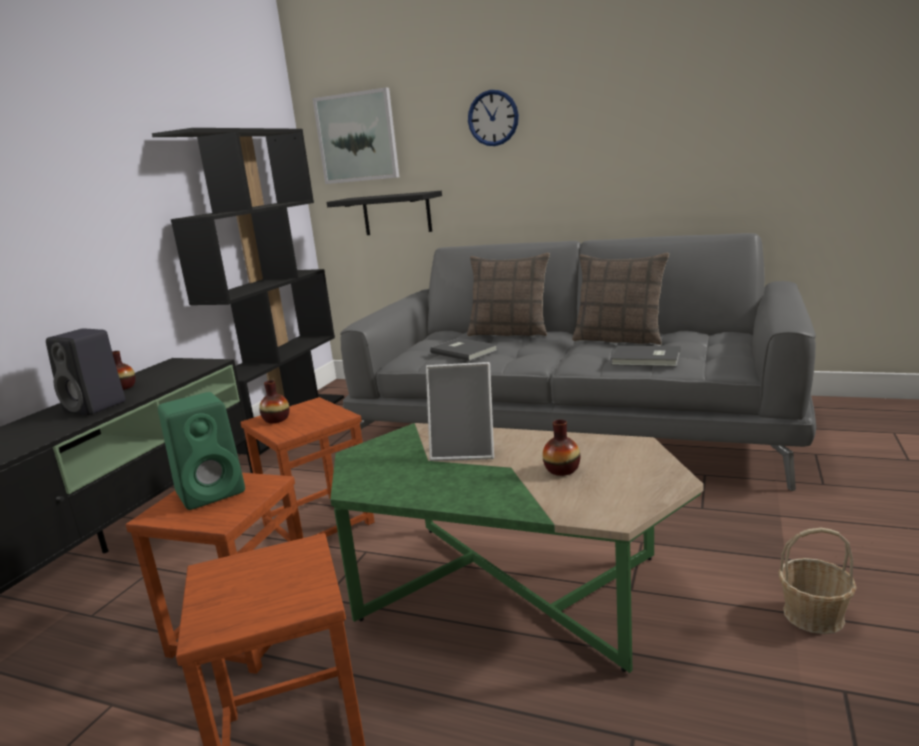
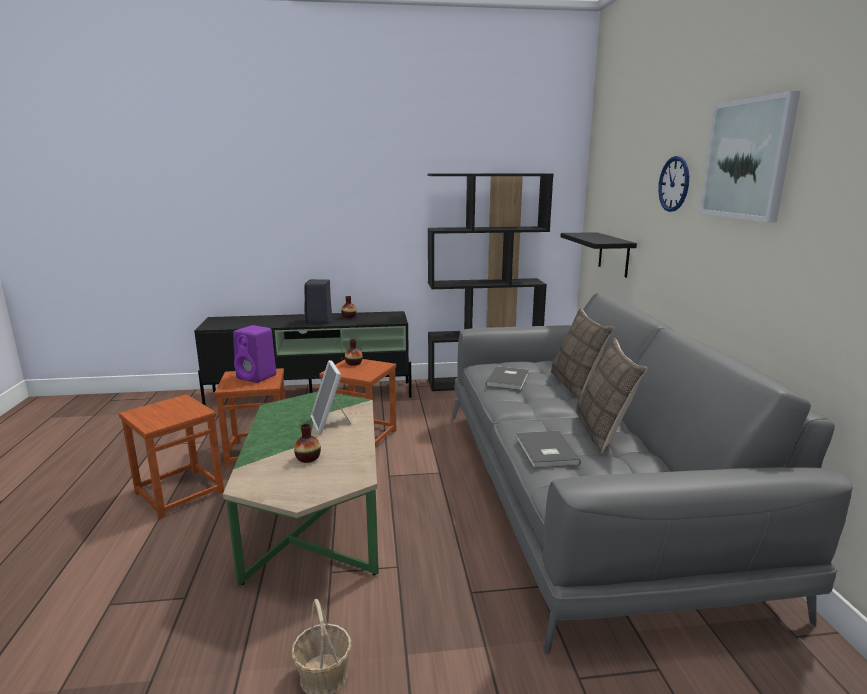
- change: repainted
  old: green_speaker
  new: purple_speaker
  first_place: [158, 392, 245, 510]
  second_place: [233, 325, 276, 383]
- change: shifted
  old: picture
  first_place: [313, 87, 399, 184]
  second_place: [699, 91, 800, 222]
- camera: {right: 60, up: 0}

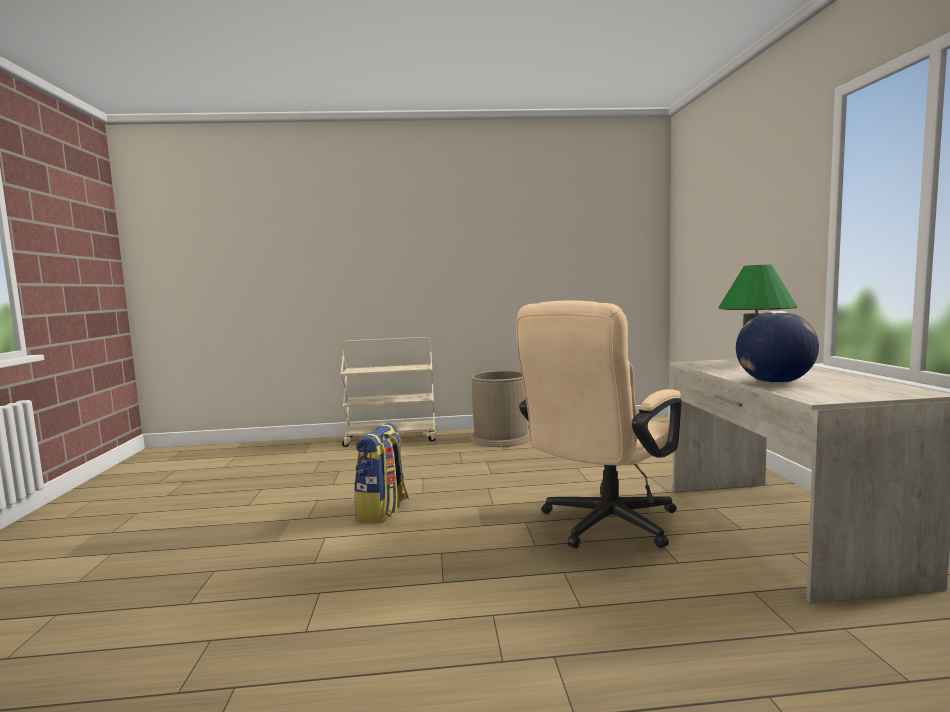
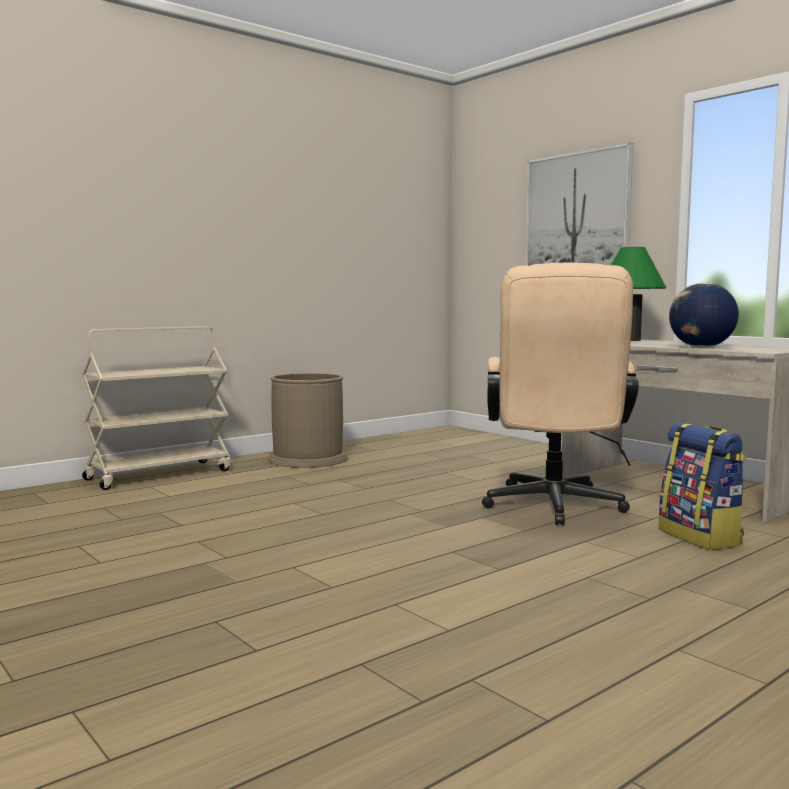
- change: new
  new: picture
  second_place: [525, 143, 633, 266]
- change: shifted
  old: backpack
  first_place: [354, 423, 409, 523]
  second_place: [658, 422, 746, 550]
- camera: {right: -35, up: 0}

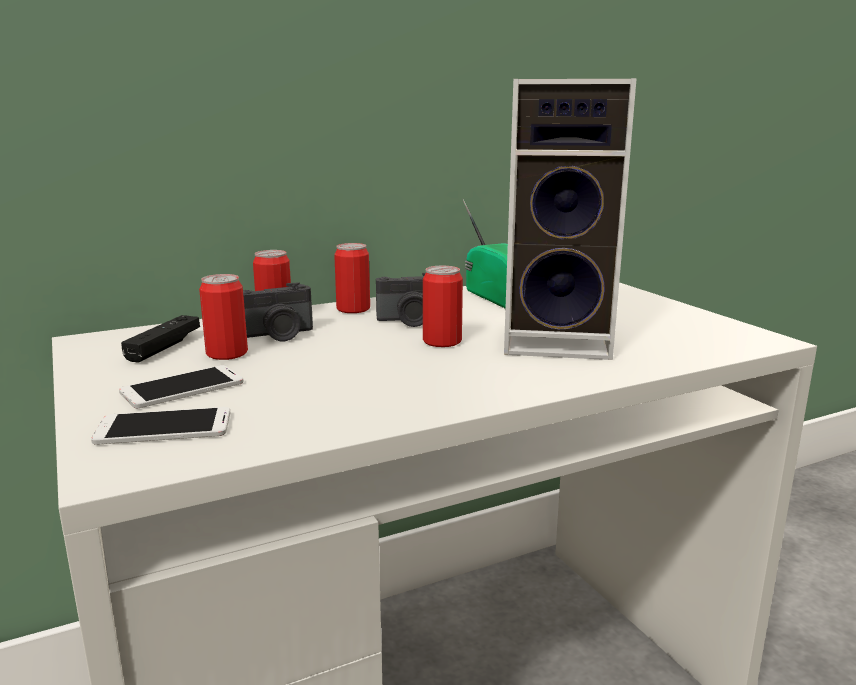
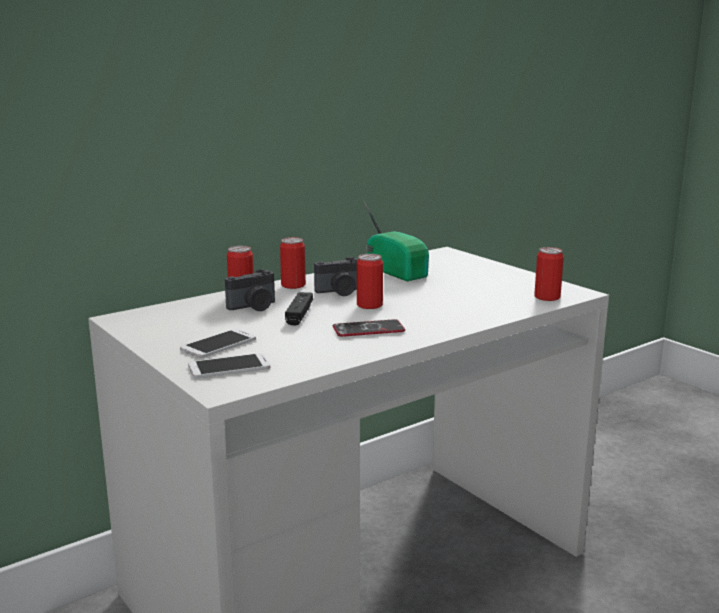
- change: shifted
  old: black_game_controller
  first_place: [121, 315, 200, 363]
  second_place: [285, 292, 313, 325]
- change: new
  new: phone
  second_place: [333, 319, 405, 337]
- change: shifted
  old: can
  first_place: [199, 274, 248, 360]
  second_place: [534, 247, 564, 301]
- change: gone
  old: speaker
  first_place: [504, 78, 637, 360]
- camera: {right: -10, up: 0}

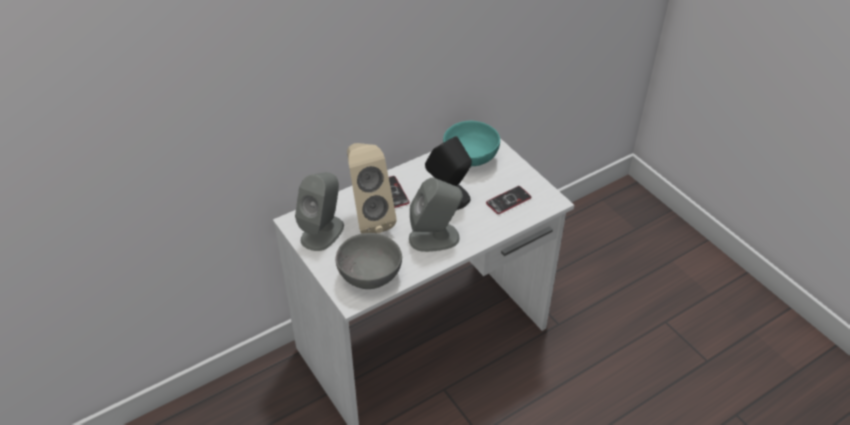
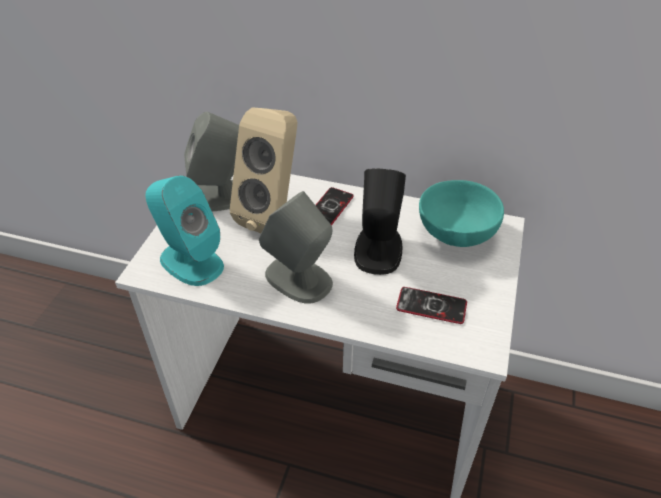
- change: swapped
  old: grey_bowl
  new: turquoise_speaker
  first_place: [335, 233, 402, 289]
  second_place: [145, 176, 224, 286]
- camera: {right: 50, up: 0}

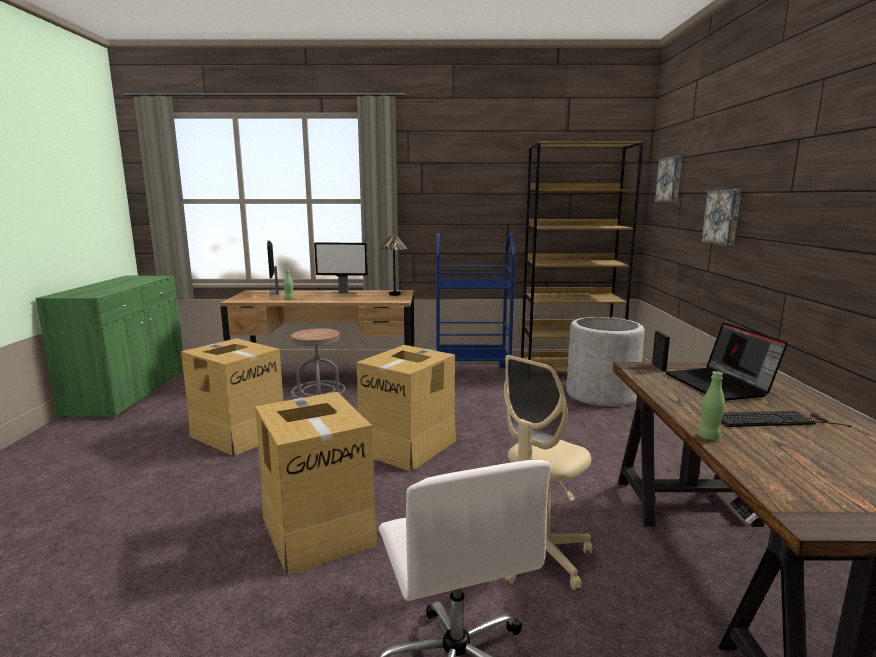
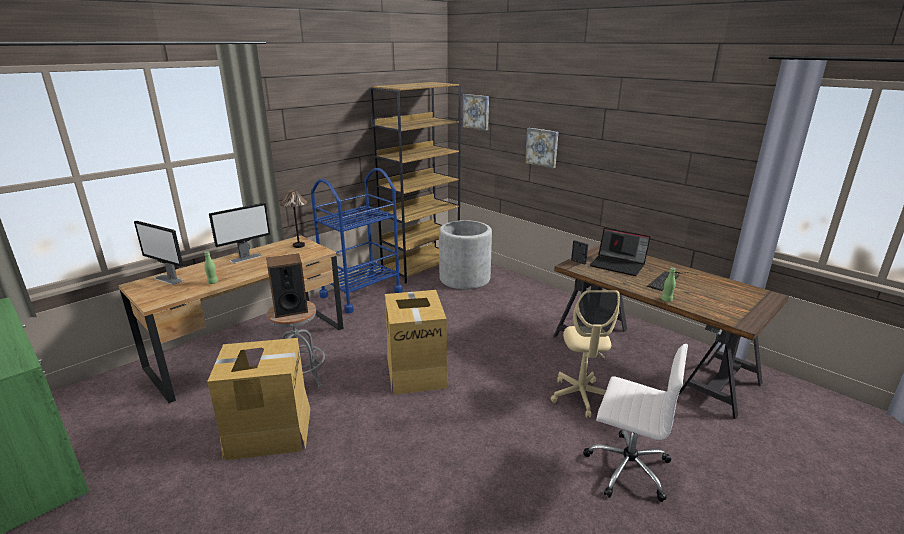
- change: new
  new: speaker
  second_place: [266, 254, 308, 318]
- change: gone
  old: cardboard_box
  first_place: [255, 392, 378, 575]
- camera: {right: -45, up: 10}

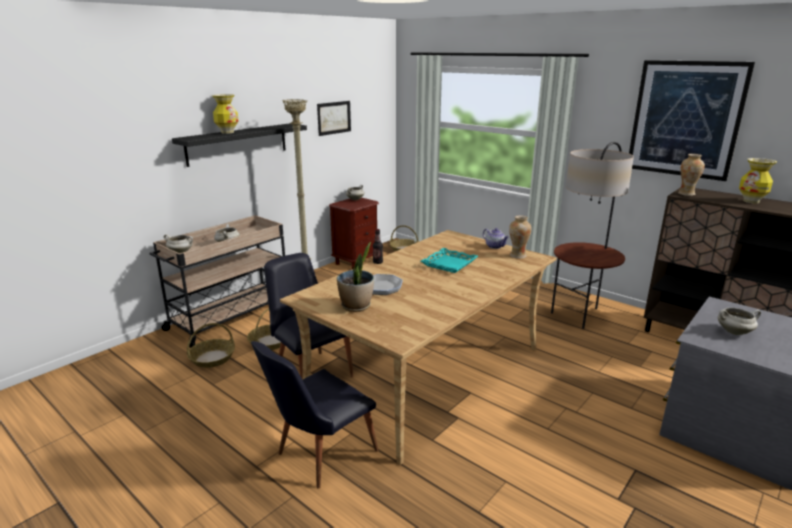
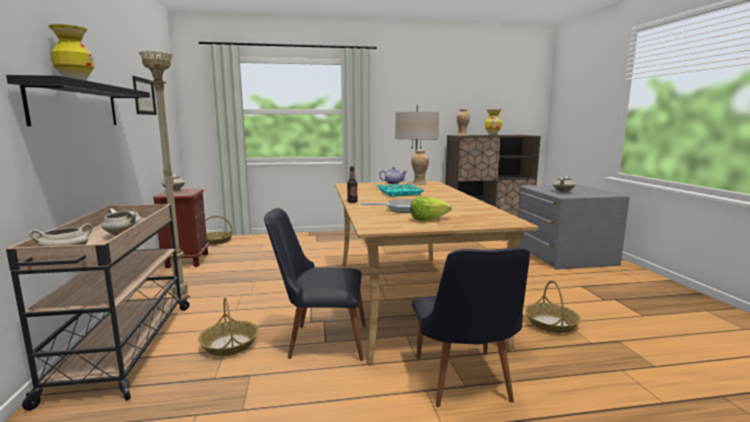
- change: swapped
  old: potted_plant
  new: lettuce
  first_place: [337, 242, 374, 312]
  second_place: [410, 197, 452, 221]
- change: shifted
  old: basket
  first_place: [187, 323, 235, 368]
  second_place: [525, 280, 581, 333]
- change: gone
  old: picture
  first_place: [629, 60, 755, 181]
- camera: {right: -50, up: -10}

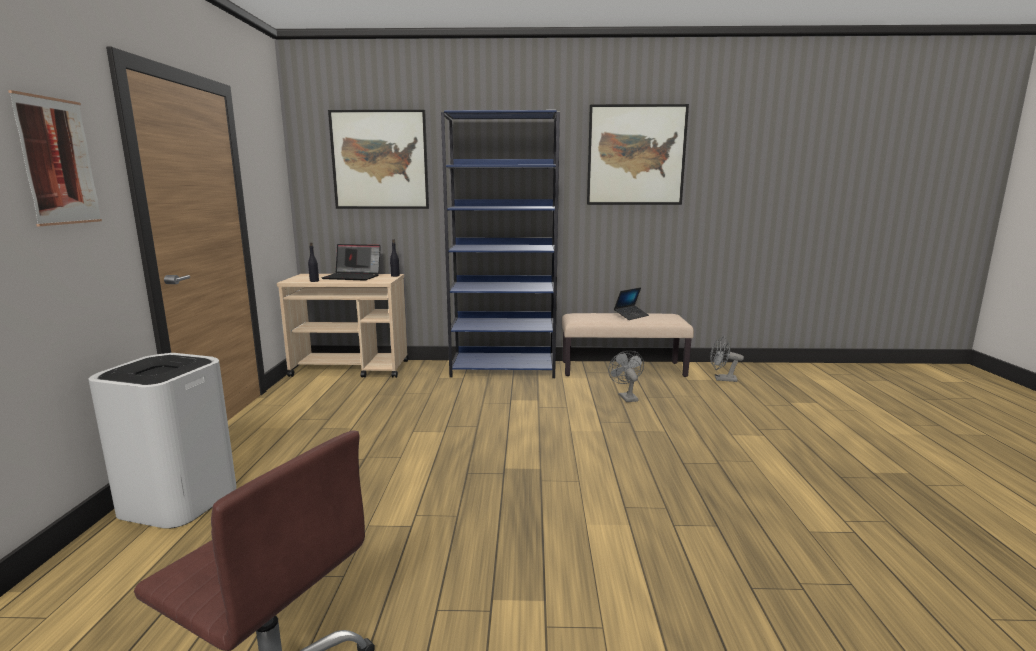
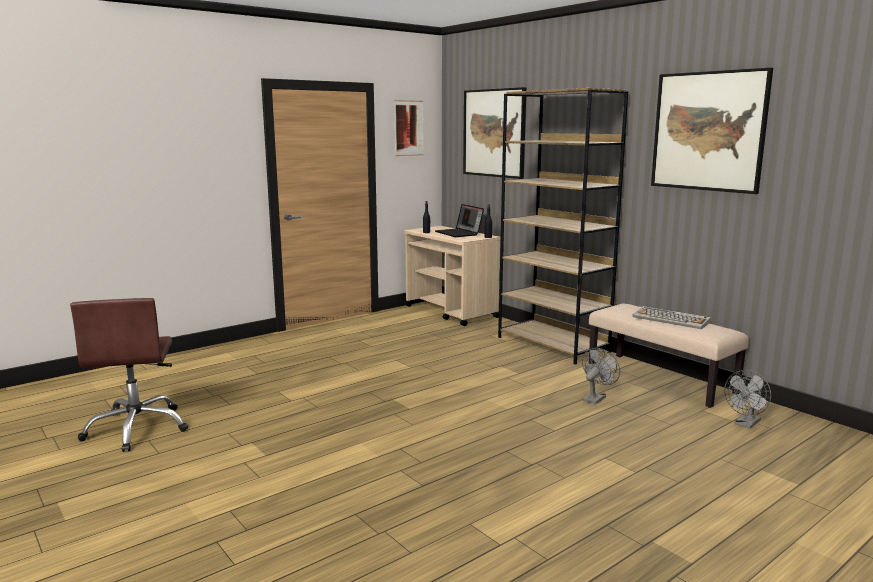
- change: shifted
  old: picture
  first_place: [8, 90, 102, 226]
  second_place: [394, 100, 424, 156]
- change: repainted
  old: blue_bookcase
  new: brown_bookcase
  first_place: [441, 110, 560, 378]
  second_place: [498, 88, 628, 365]
- change: swapped
  old: laptop
  new: keyboard
  first_place: [614, 287, 649, 320]
  second_place: [633, 306, 711, 329]
- change: rotated
  old: grey_fan
  first_place: [710, 337, 744, 382]
  second_place: [724, 370, 771, 429]
  degrees: -105
- change: gone
  old: white_trash_can
  first_place: [88, 353, 237, 529]
- camera: {right: 50, up: 0}

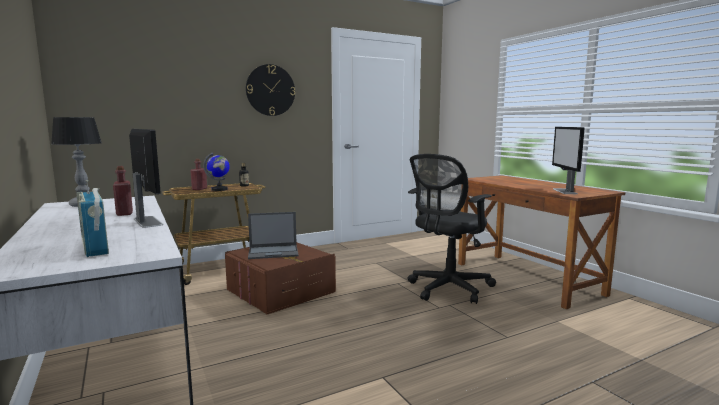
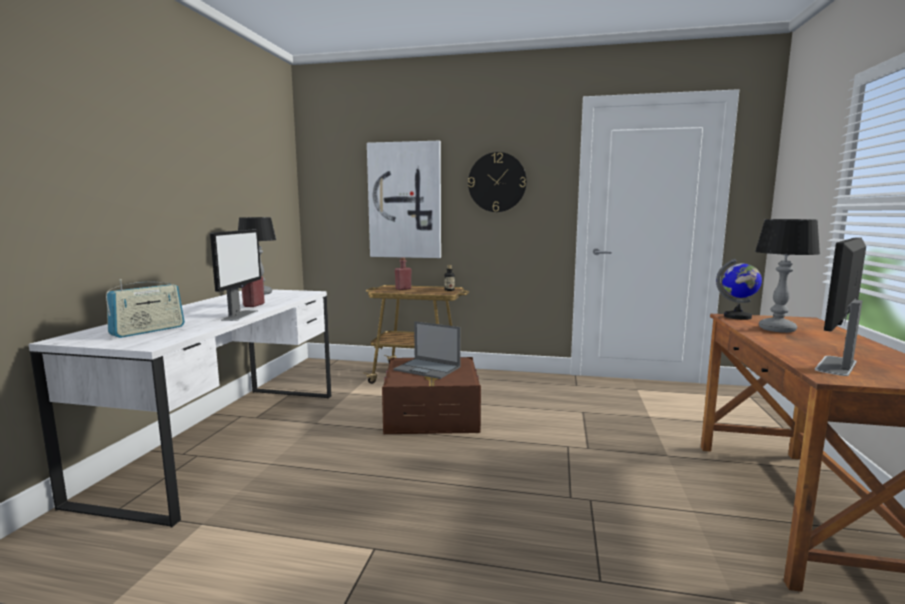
- change: rotated
  old: radio
  first_place: [76, 180, 109, 257]
  second_place: [106, 279, 185, 338]
  degrees: -150
- change: new
  new: picture
  second_place: [367, 141, 441, 258]
- change: shifted
  old: globe
  first_place: [203, 153, 230, 191]
  second_place: [716, 259, 762, 320]
- change: new
  new: table_lamp
  second_place: [755, 219, 820, 333]
- change: gone
  old: black_office_chair
  first_place: [408, 154, 496, 304]
- camera: {right: 40, up: 0}

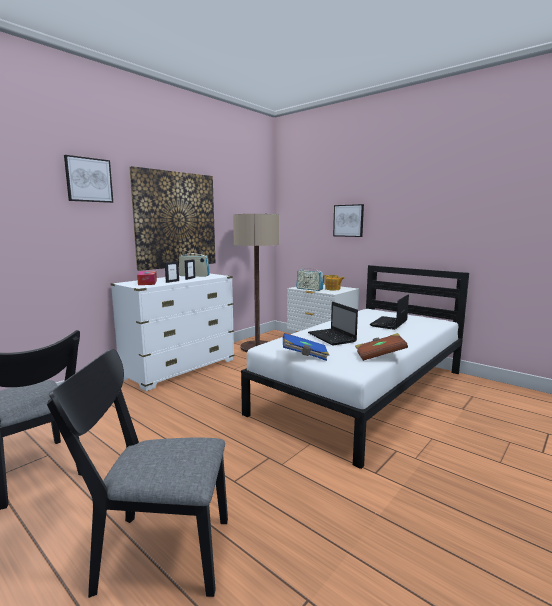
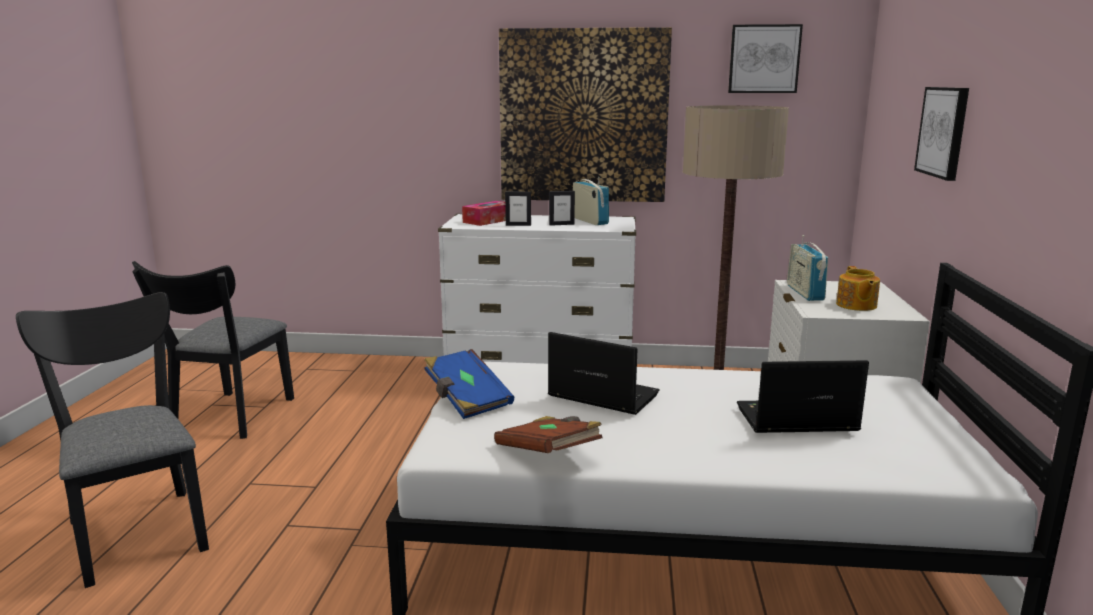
- change: rotated
  old: laptop
  first_place: [308, 302, 358, 345]
  second_place: [548, 332, 660, 415]
  degrees: 90
- change: shifted
  old: picture
  first_place: [64, 155, 113, 203]
  second_place: [728, 24, 803, 93]
- camera: {right: 55, up: 5}

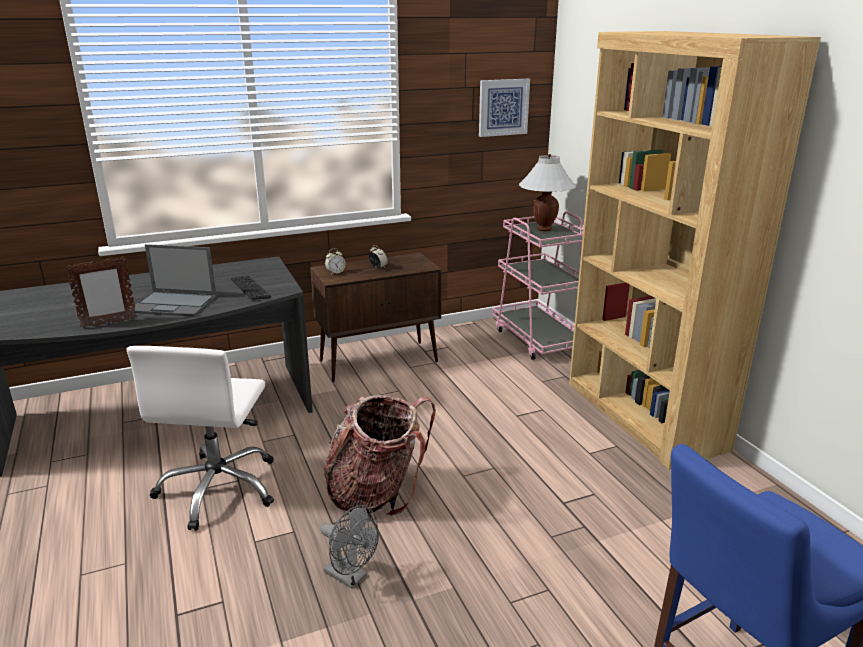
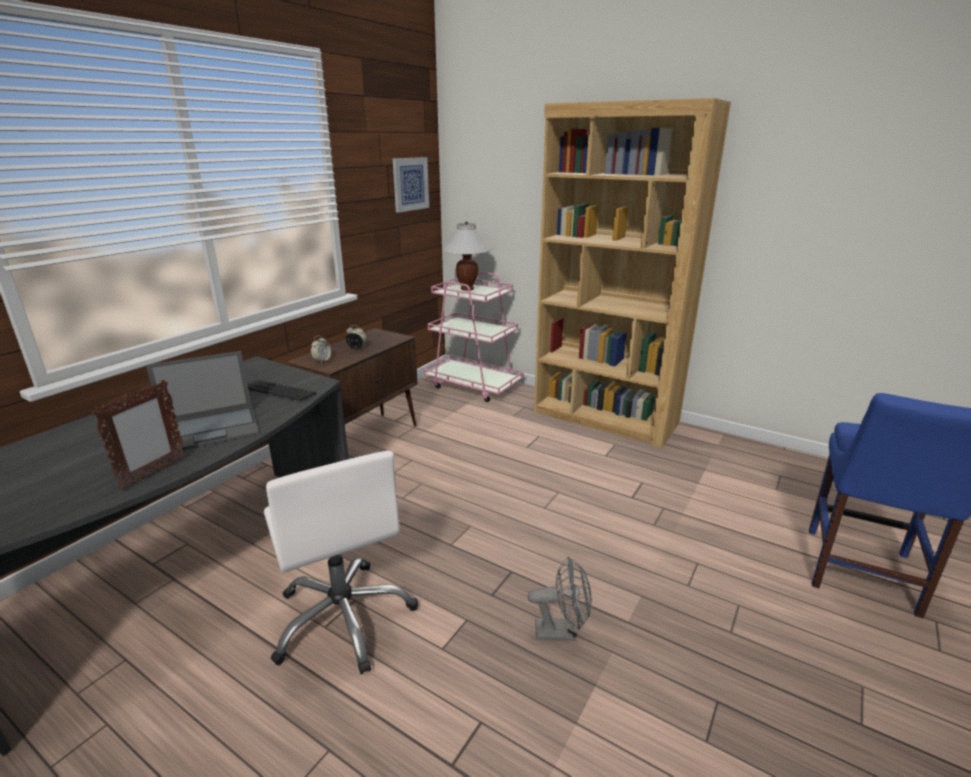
- change: gone
  old: backpack
  first_place: [324, 395, 436, 516]
- camera: {right: -35, up: 0}

